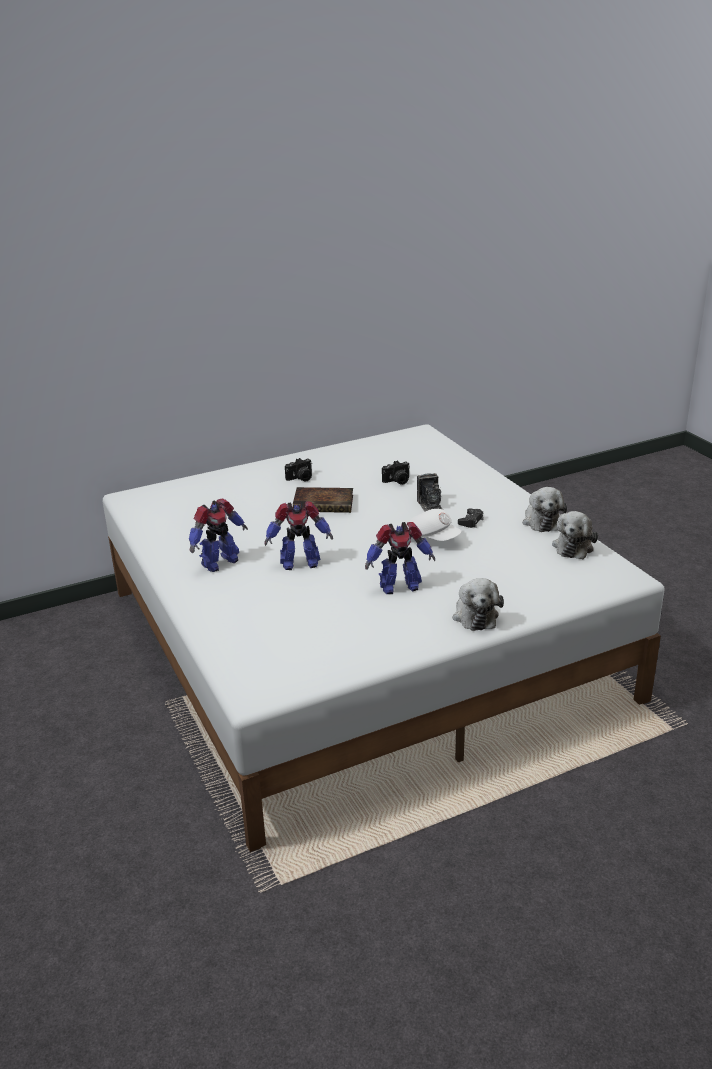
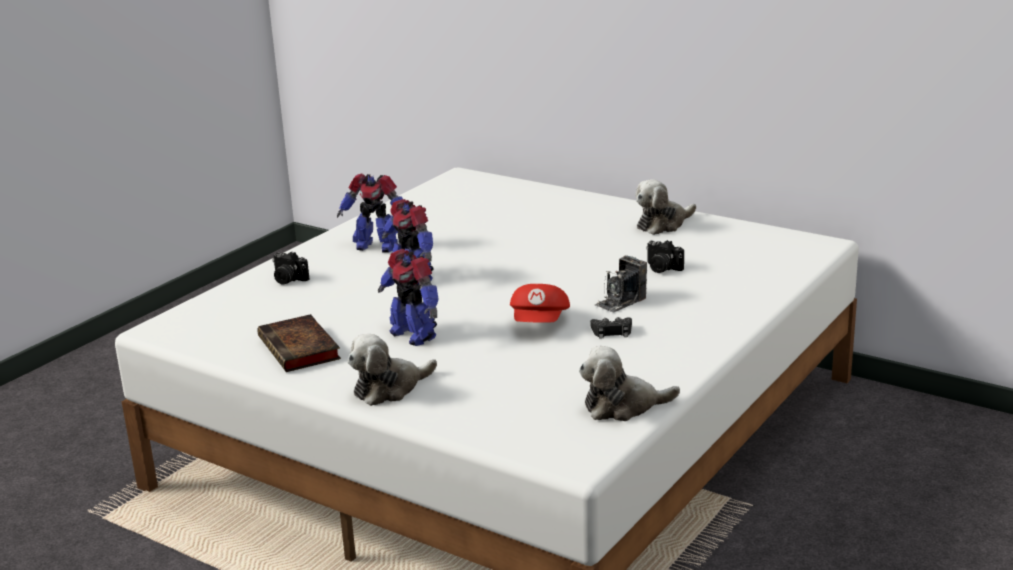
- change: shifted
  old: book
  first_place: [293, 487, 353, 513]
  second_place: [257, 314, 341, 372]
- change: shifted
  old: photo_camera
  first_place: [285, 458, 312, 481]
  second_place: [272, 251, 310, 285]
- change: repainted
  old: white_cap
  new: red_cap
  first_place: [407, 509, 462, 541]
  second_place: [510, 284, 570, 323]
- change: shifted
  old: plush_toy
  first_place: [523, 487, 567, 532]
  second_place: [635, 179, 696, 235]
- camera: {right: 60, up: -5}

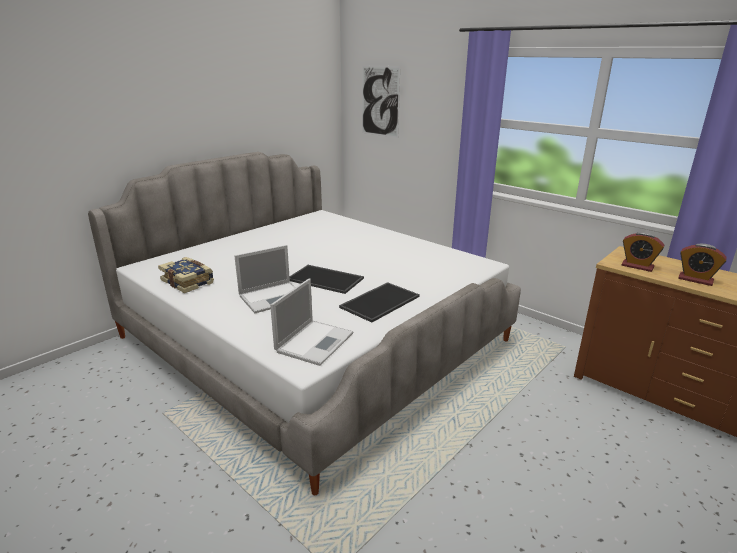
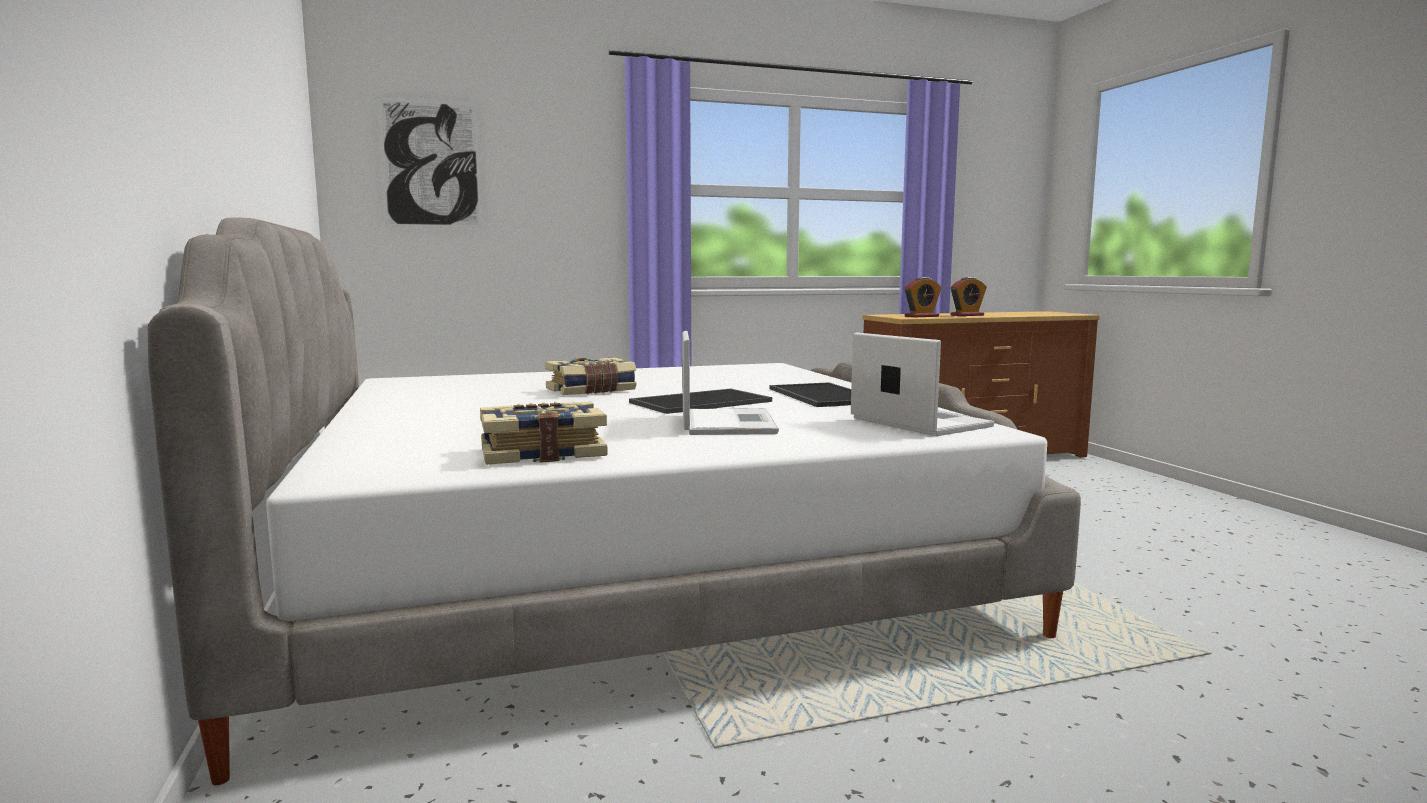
- change: new
  new: book
  second_place: [545, 358, 637, 395]
- camera: {right: -60, up: -15}

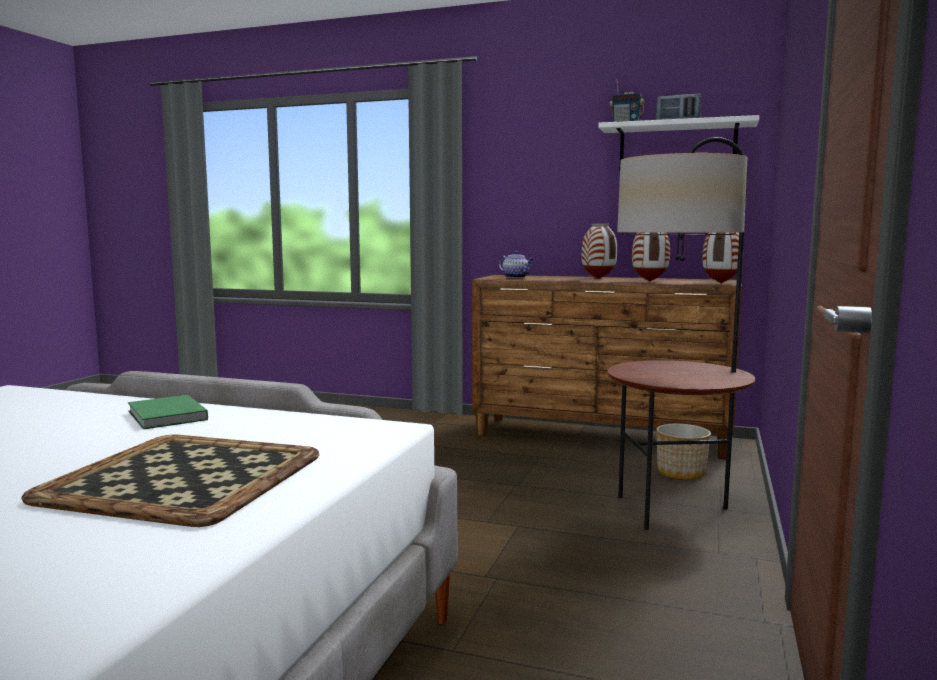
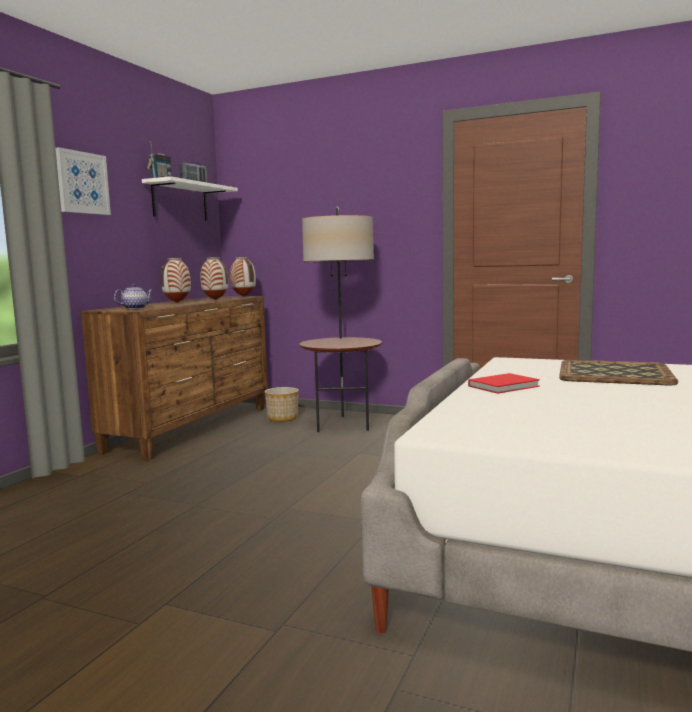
- change: new
  new: picture
  second_place: [55, 147, 111, 215]
- change: repainted
  old: green_book
  new: red_book
  first_place: [128, 395, 208, 429]
  second_place: [468, 373, 540, 394]
- camera: {right: -85, up: 0}

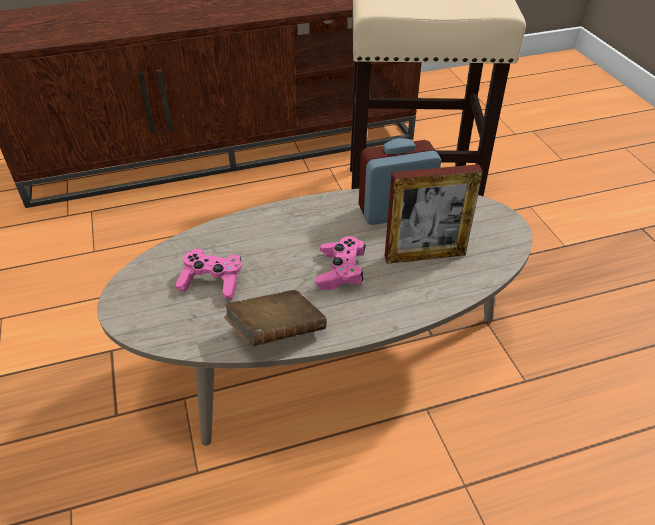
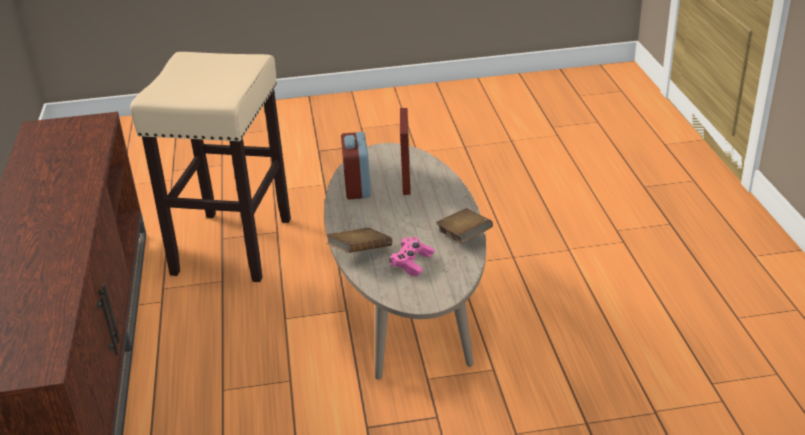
- change: new
  new: brown_book
  second_place: [326, 228, 392, 253]
- change: gone
  old: pink_game_controller
  first_place: [315, 236, 366, 290]
- camera: {right: -80, up: -10}

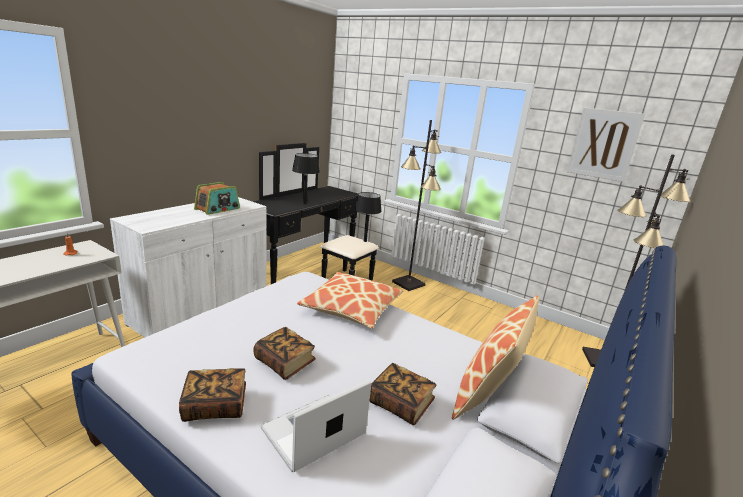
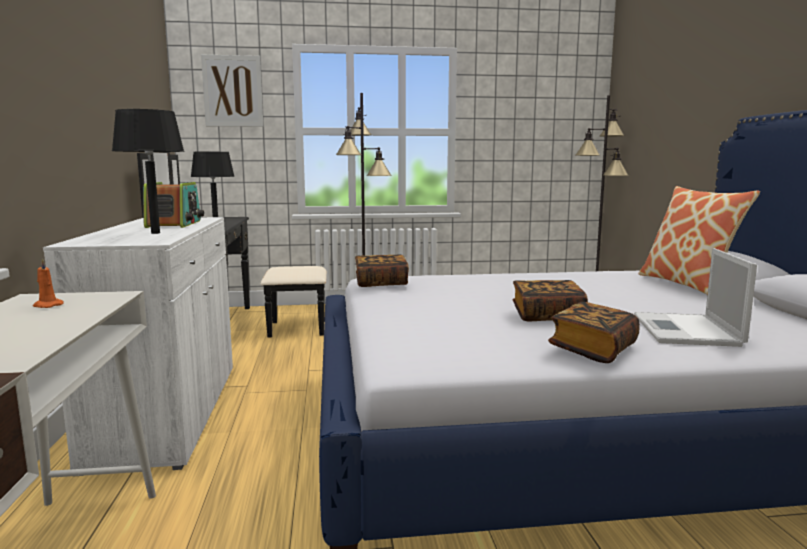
- change: shifted
  old: black_table_lamp
  first_place: [355, 192, 382, 242]
  second_place: [112, 109, 185, 234]
- change: shifted
  old: picture
  first_place: [567, 108, 645, 182]
  second_place: [201, 55, 263, 127]
- change: shifted
  old: book
  first_place: [370, 363, 436, 425]
  second_place: [355, 254, 409, 287]
- change: gone
  old: pillow
  first_place: [297, 272, 403, 329]
- camera: {right: -40, up: -10}

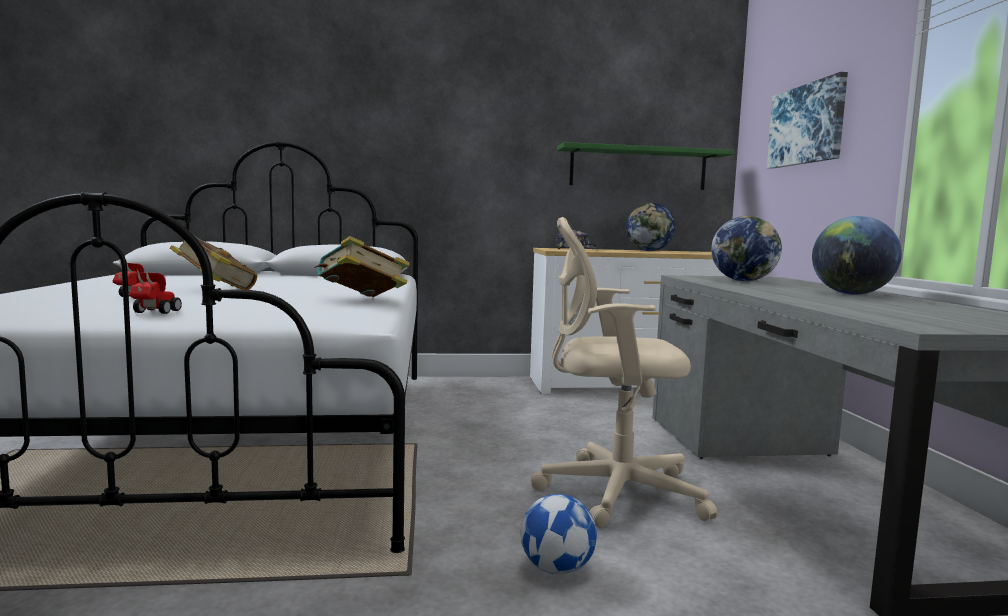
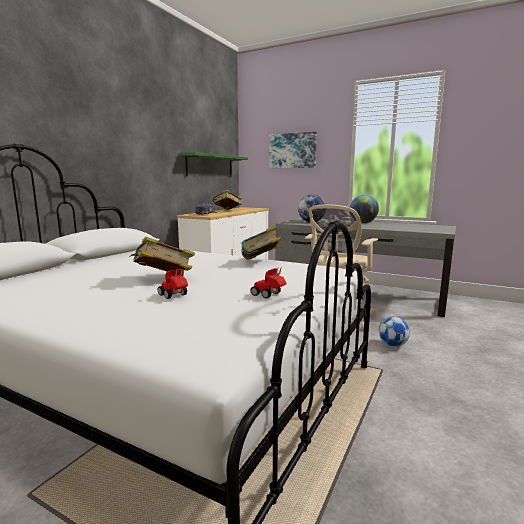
- change: swapped
  old: globe
  new: book
  first_place: [626, 203, 676, 251]
  second_place: [213, 190, 242, 210]
- camera: {right: -55, up: 5}

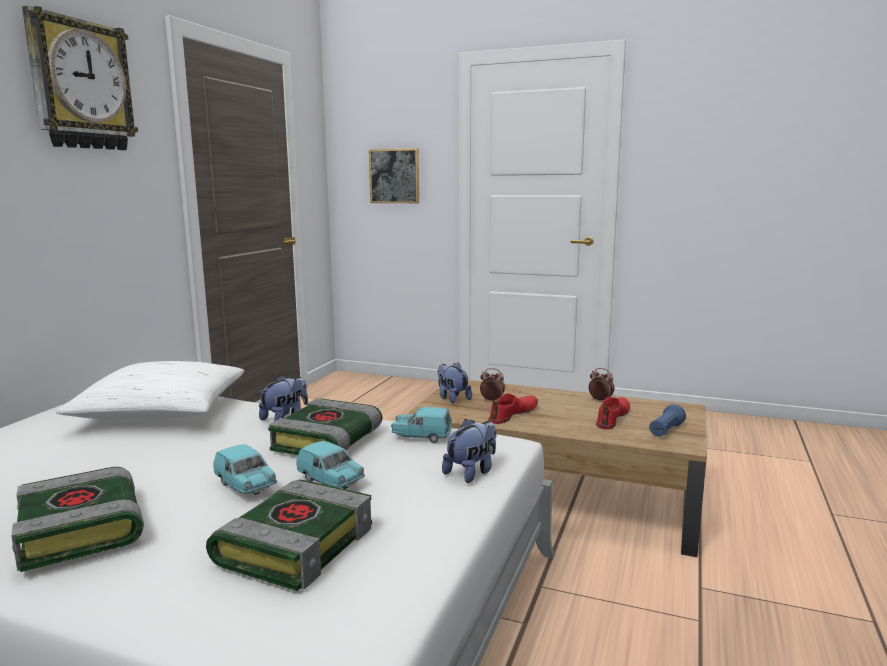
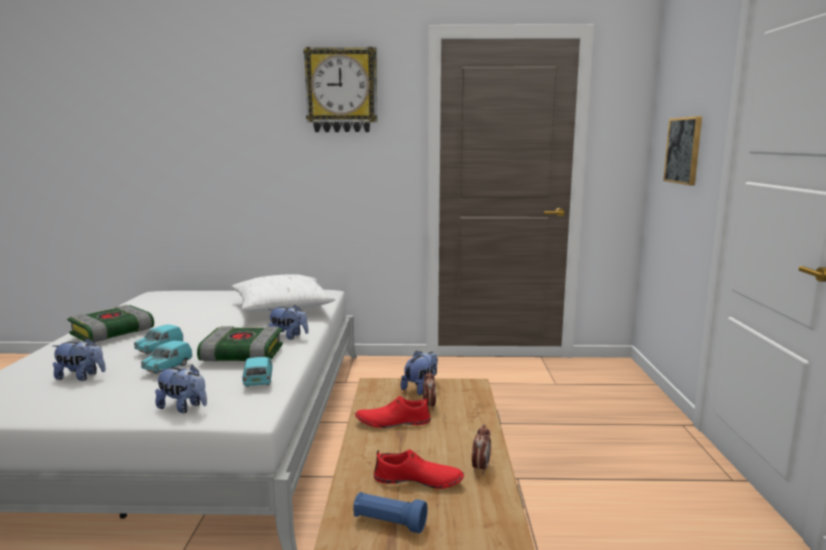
- change: swapped
  old: book
  new: plush_toy
  first_place: [206, 480, 372, 591]
  second_place: [53, 338, 106, 381]
- change: rotated
  old: red_shoe
  first_place: [488, 393, 538, 424]
  second_place: [355, 396, 431, 428]
  degrees: 150
- camera: {right: 70, up: 0}

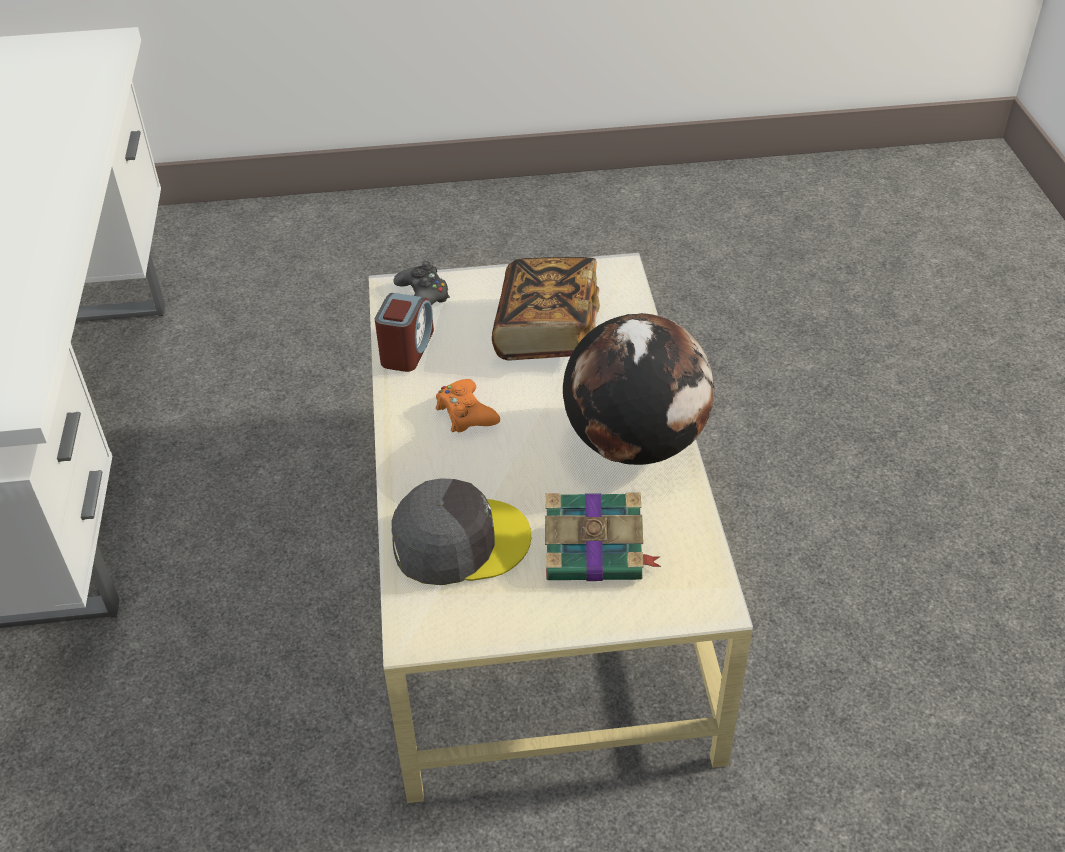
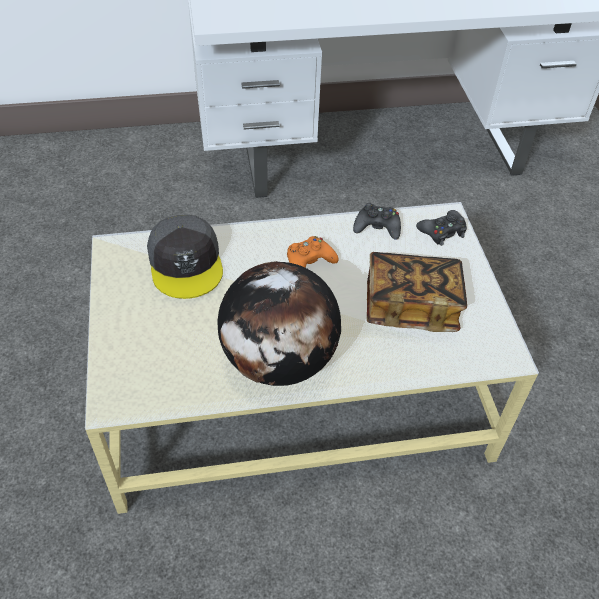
- change: swapped
  old: alarm_clock
  new: black_game_controller
  first_place: [375, 293, 434, 372]
  second_place: [353, 203, 401, 240]
- change: gone
  old: book
  first_place: [545, 492, 661, 581]
- camera: {right: 85, up: 5}

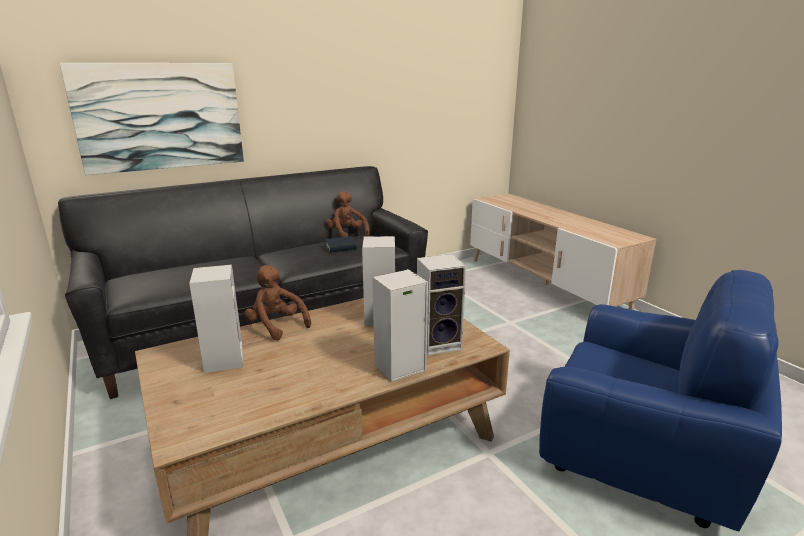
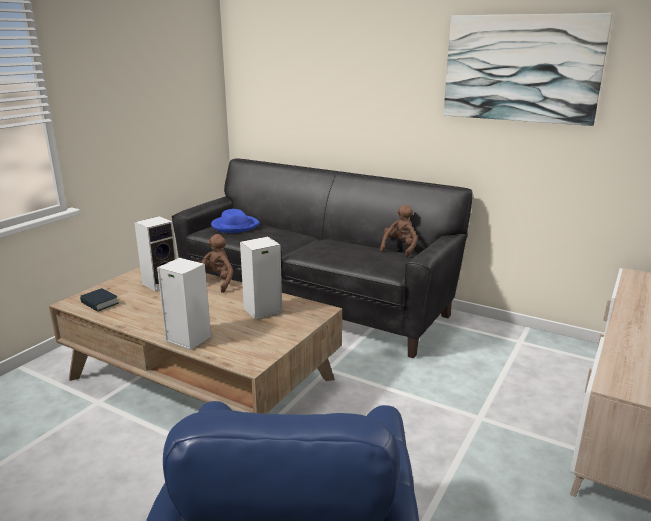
- change: shifted
  old: book
  first_place: [325, 236, 357, 253]
  second_place: [80, 288, 119, 312]
- change: new
  new: blue_hat
  second_place: [211, 209, 260, 233]
- change: shifted
  old: picture
  first_place: [60, 63, 244, 175]
  second_place: [444, 13, 613, 126]
- change: gone
  old: speaker
  first_place: [417, 254, 466, 356]
- camera: {right: 60, up: 0}

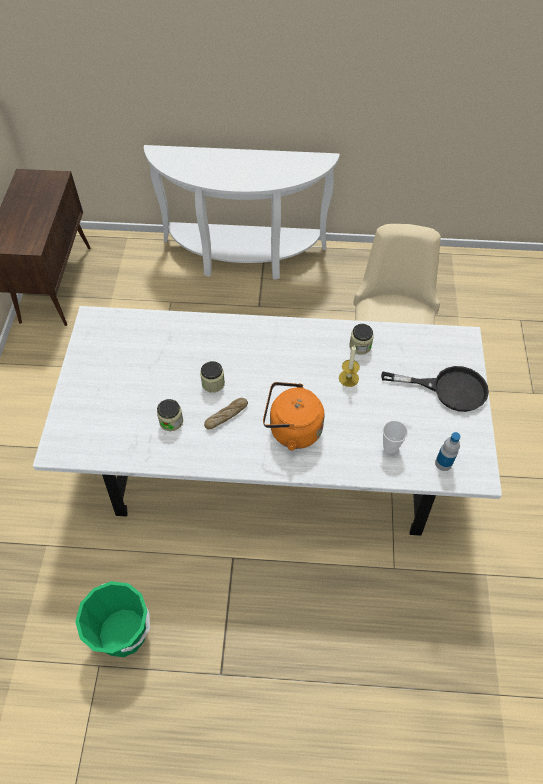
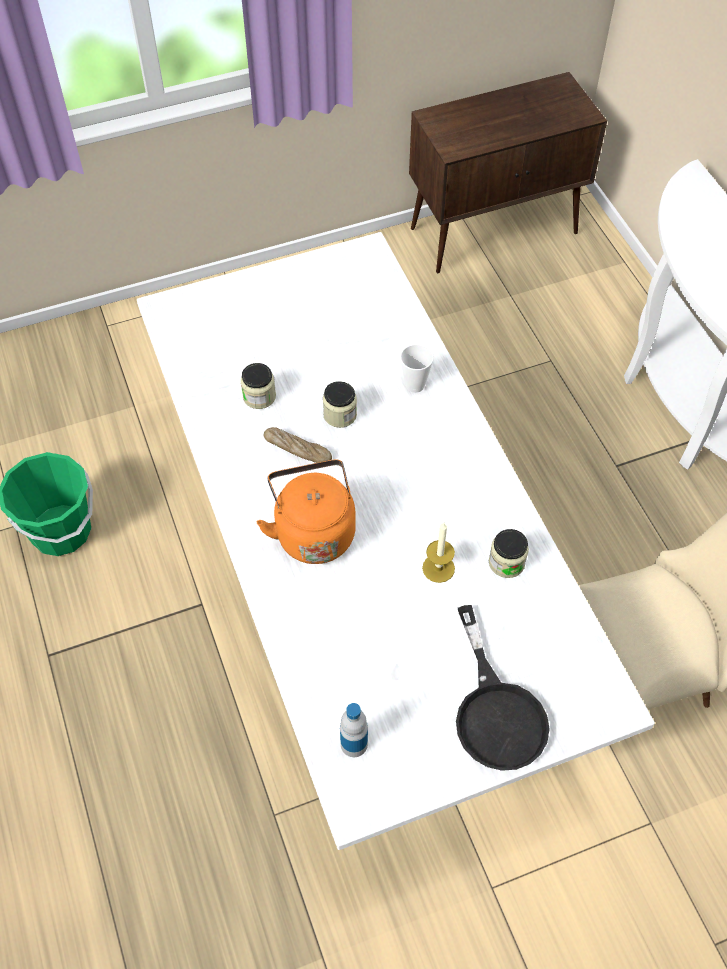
- change: shifted
  old: cup
  first_place: [383, 420, 408, 454]
  second_place: [400, 344, 434, 393]
- camera: {right: 65, up: 0}

